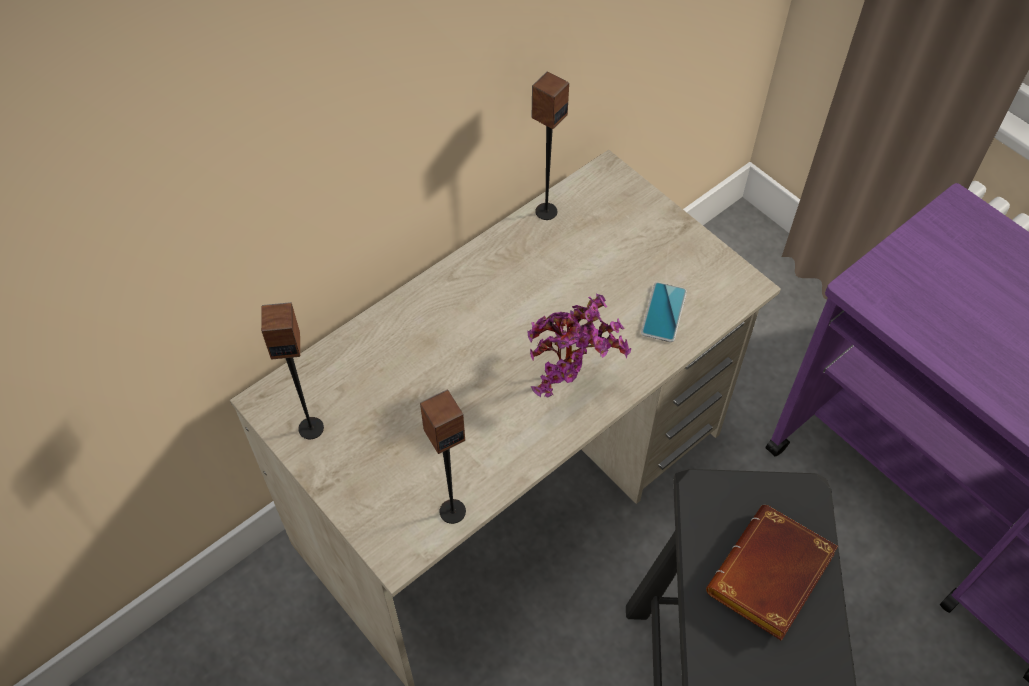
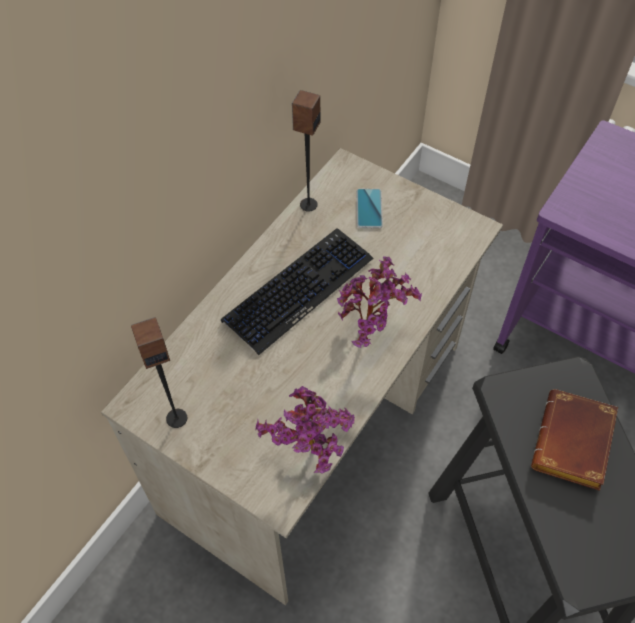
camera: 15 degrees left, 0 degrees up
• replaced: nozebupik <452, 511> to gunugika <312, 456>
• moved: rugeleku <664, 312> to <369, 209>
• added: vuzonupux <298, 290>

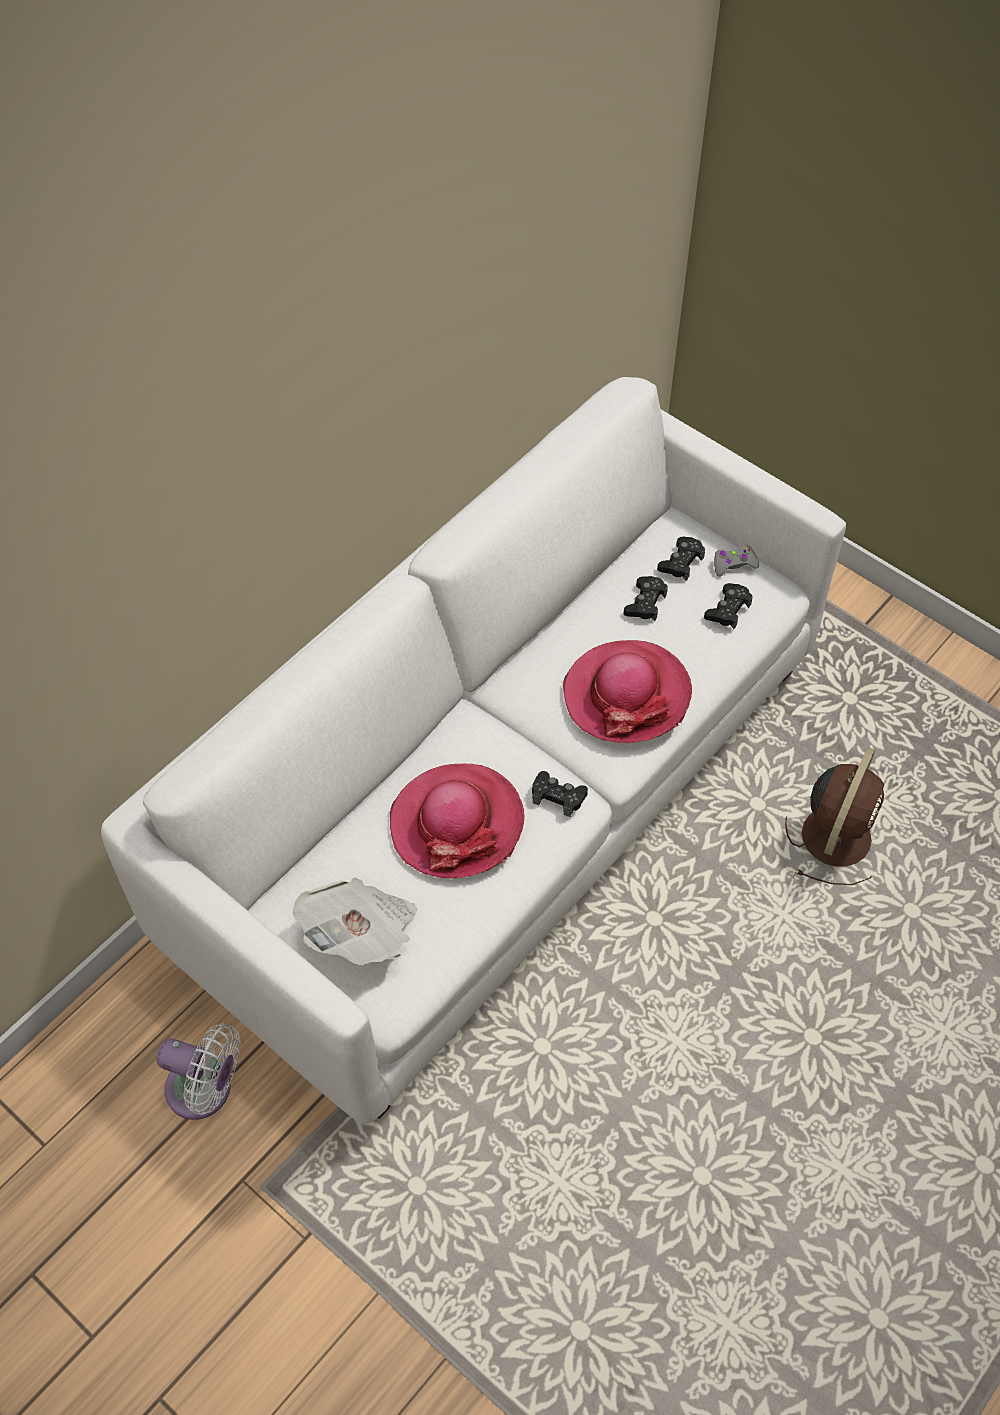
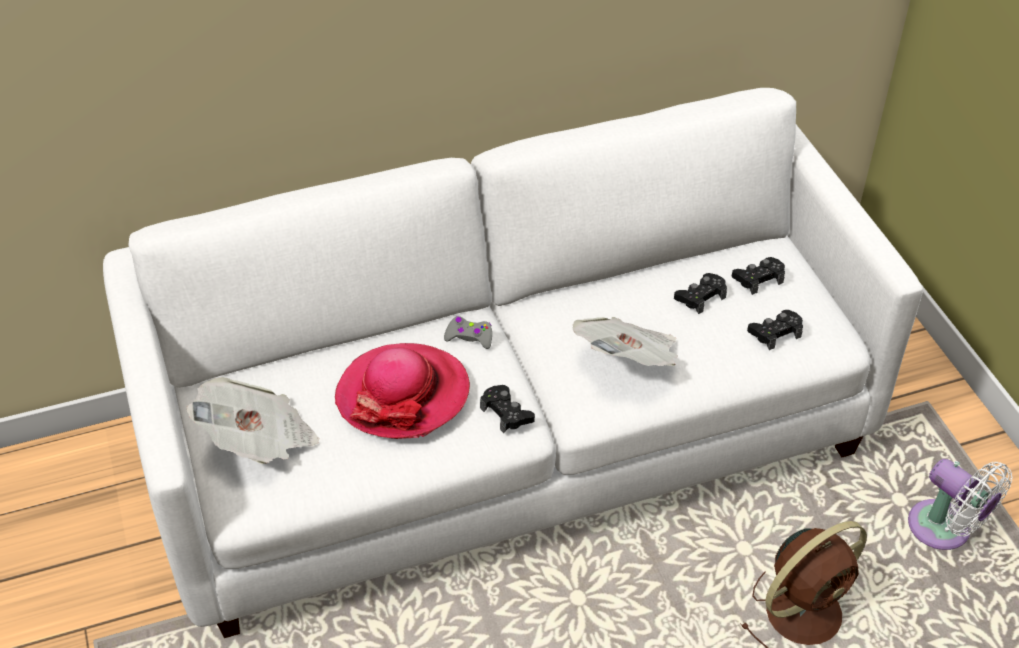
camera: 30 degrees right, 10 degrees down
• moved: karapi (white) <205, 1090> to <944, 530>
• replaced: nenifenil <627, 694> to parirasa <628, 360>
• moved: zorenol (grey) <733, 564> to <469, 337>

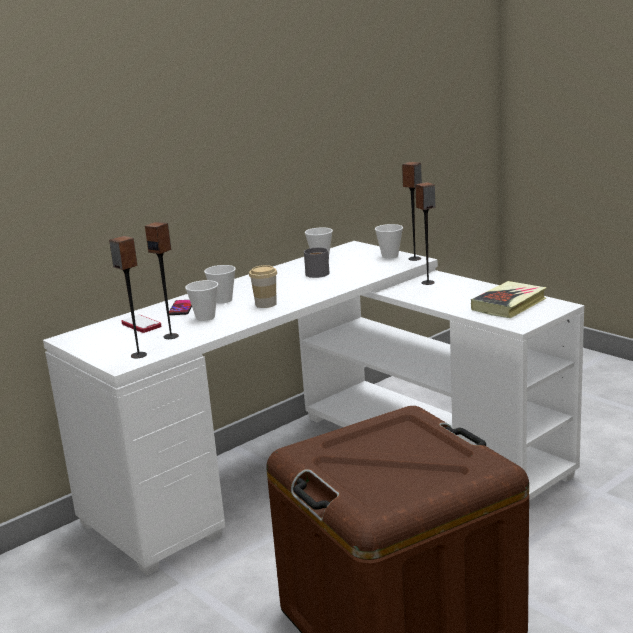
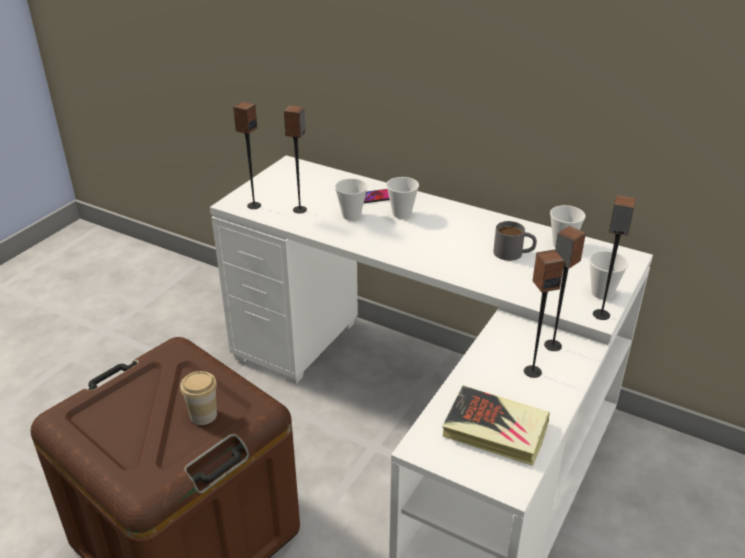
camera: 70 degrees right, 15 degrees up
• removed: rugeleku <141, 325>
• moved: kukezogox <266, 304> to <203, 415>
• added: nozebupik <532, 371>

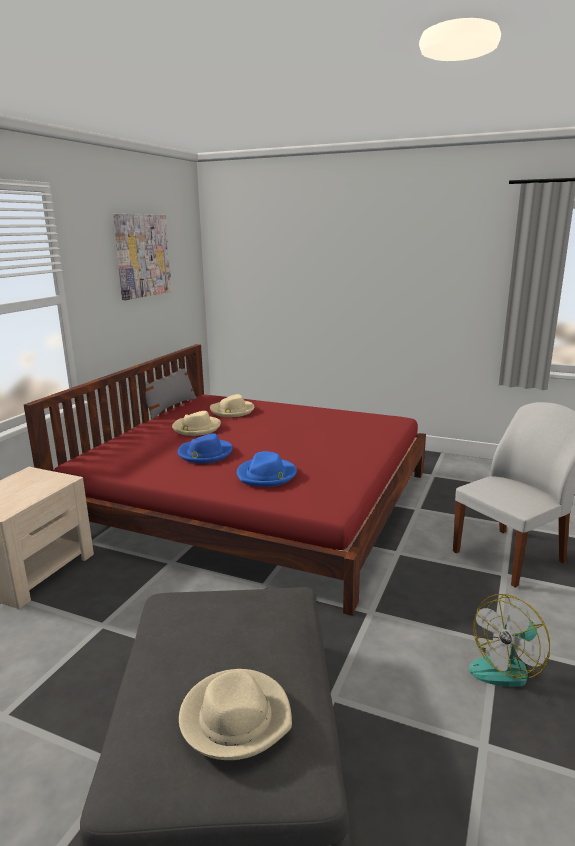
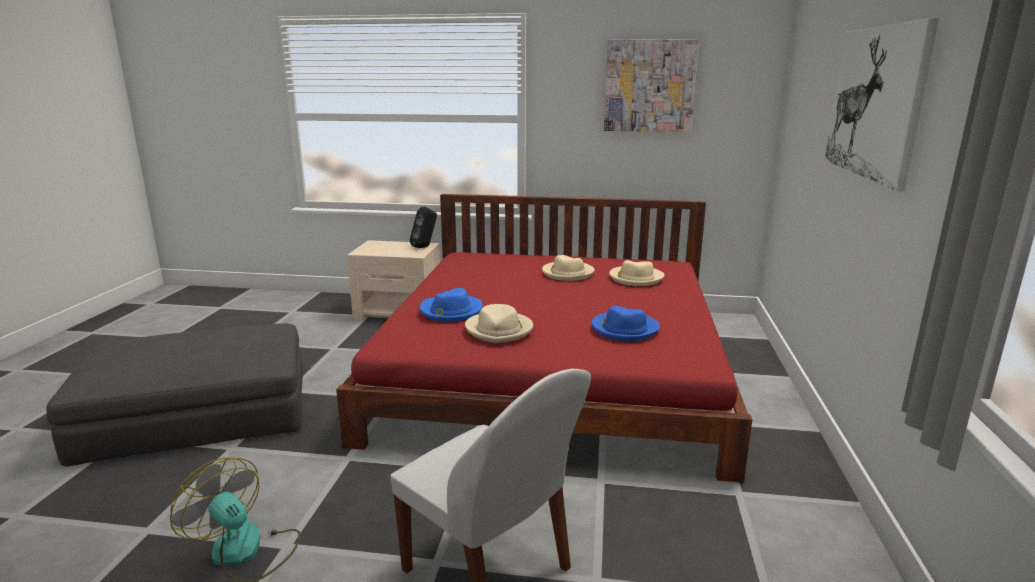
camera: 75 degrees right, 0 degrees up
• removed: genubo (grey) <170, 407>
• moved: nenifenil (blue) <205, 453> to <624, 329>
• moved: nenifenil (beige) <235, 717> to <499, 330>
• added: nozebupik (black) <425, 247>
• added: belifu <874, 102>

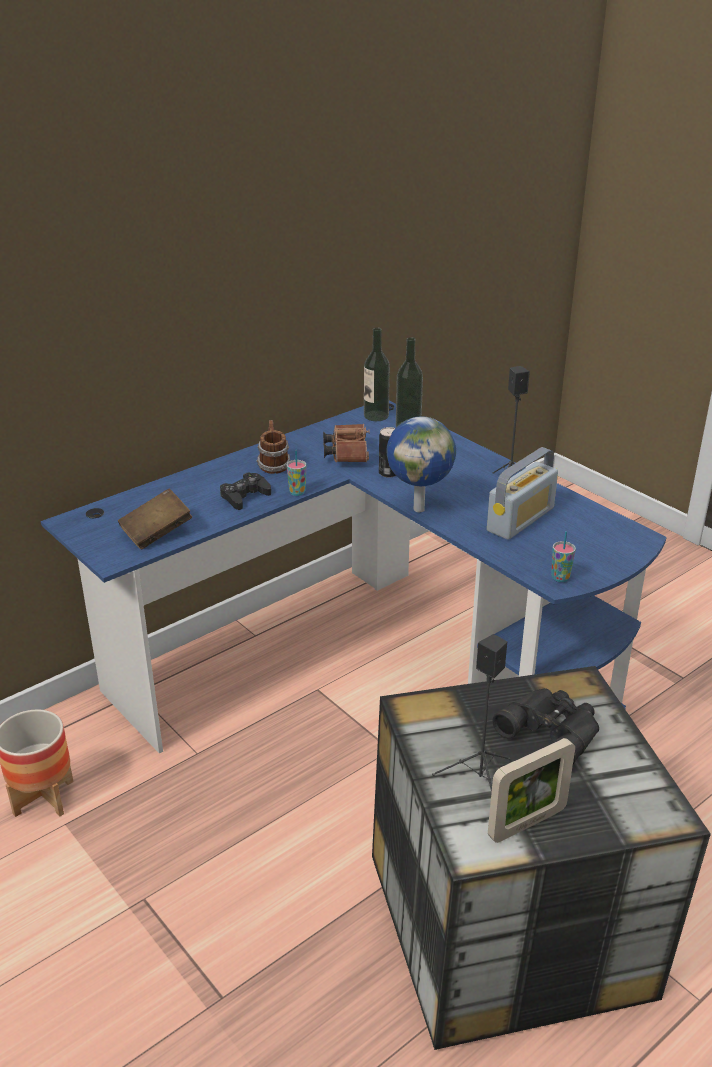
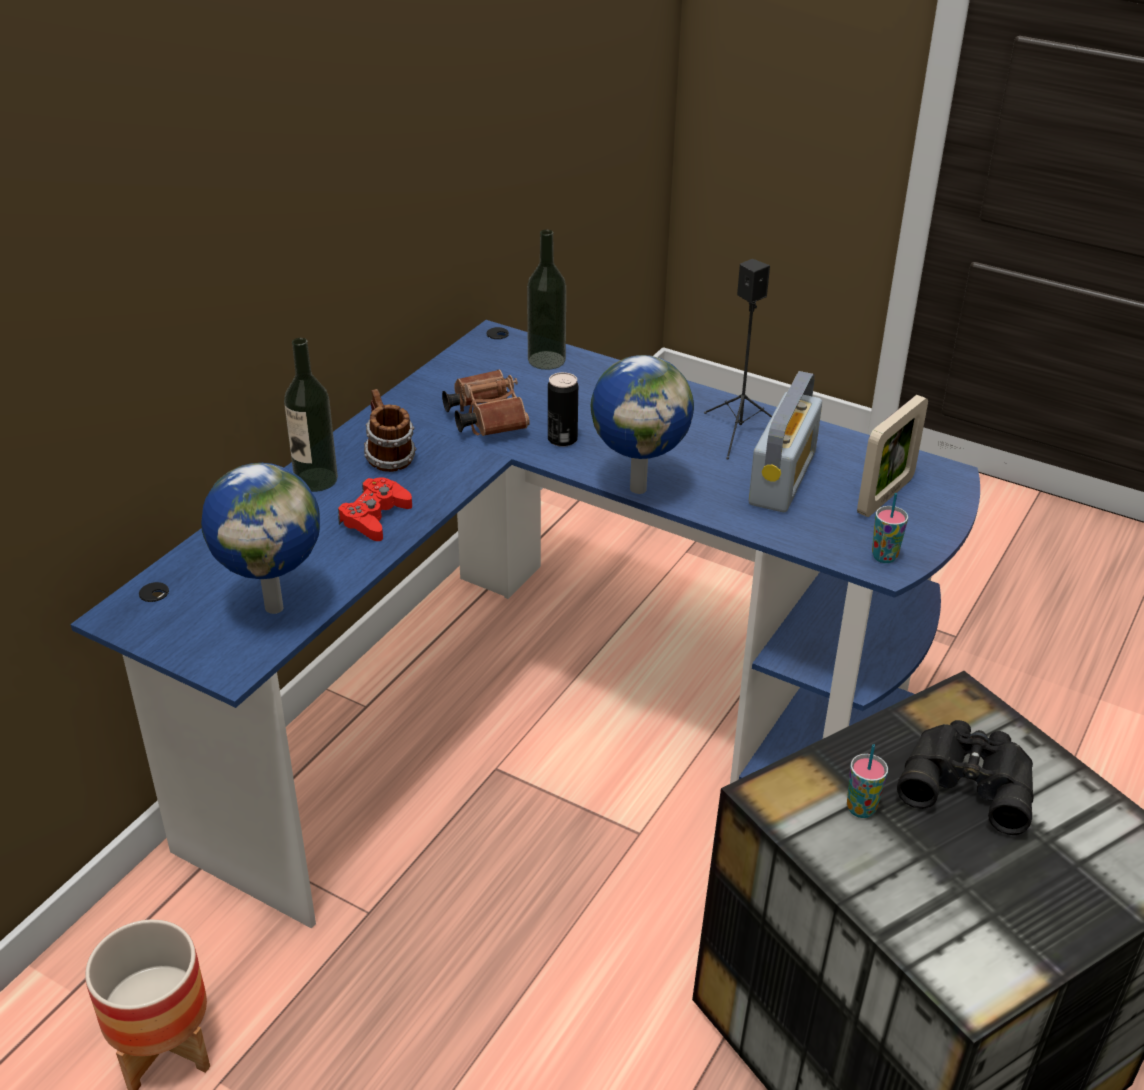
camera: 20 degrees left, 5 degrees up
• replaced: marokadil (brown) <156, 533> to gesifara <275, 606>
• recoloured: zorenol (black) <244, 496> to zorenol (red) <375, 517>
• moved: kukezogox <297, 492> to <861, 808>
• moved: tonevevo <376, 416> to <316, 479>
• removed: nozebupik (black) <480, 783>
• moved: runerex <527, 823> to <885, 496>

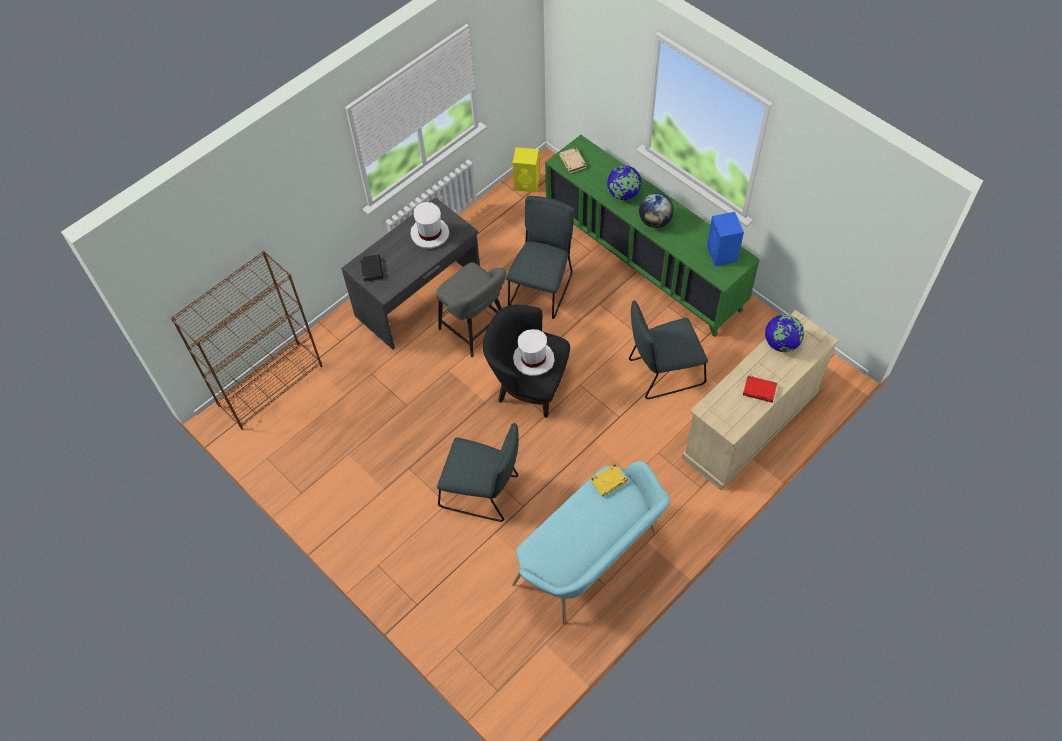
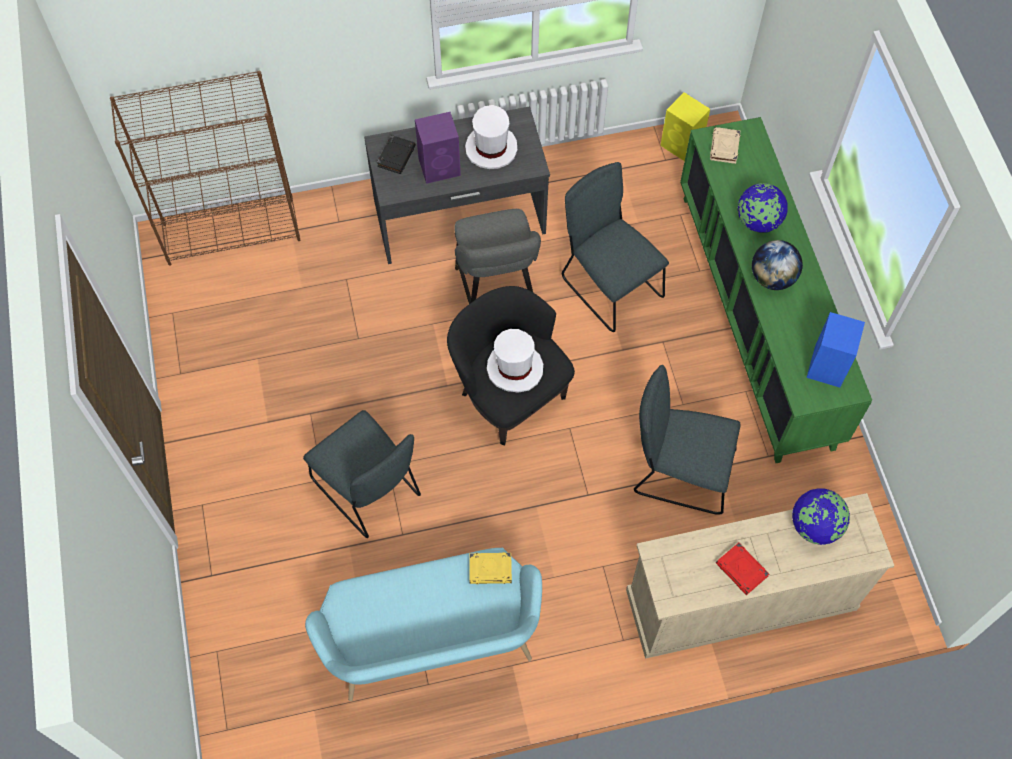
camera: 30 degrees right, 5 degrees up
• turned: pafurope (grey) <542, 288> = <608, 284> 90 degrees counterclockwise
• added: nozebupik (purple) <440, 167>

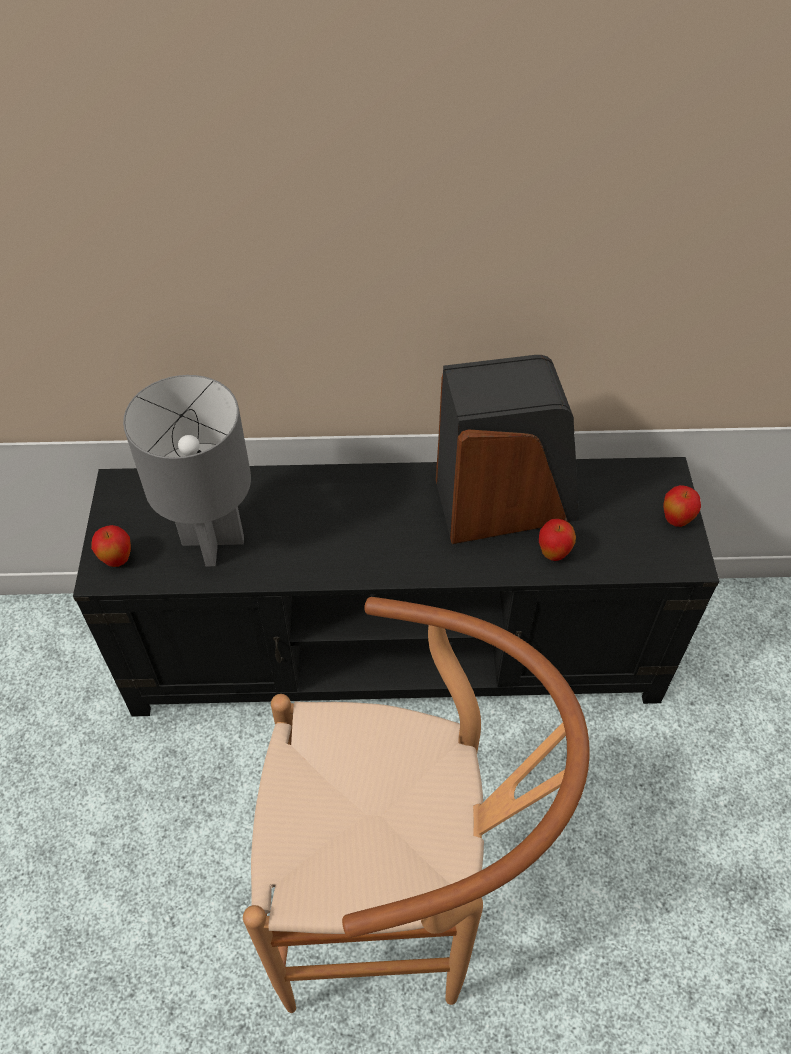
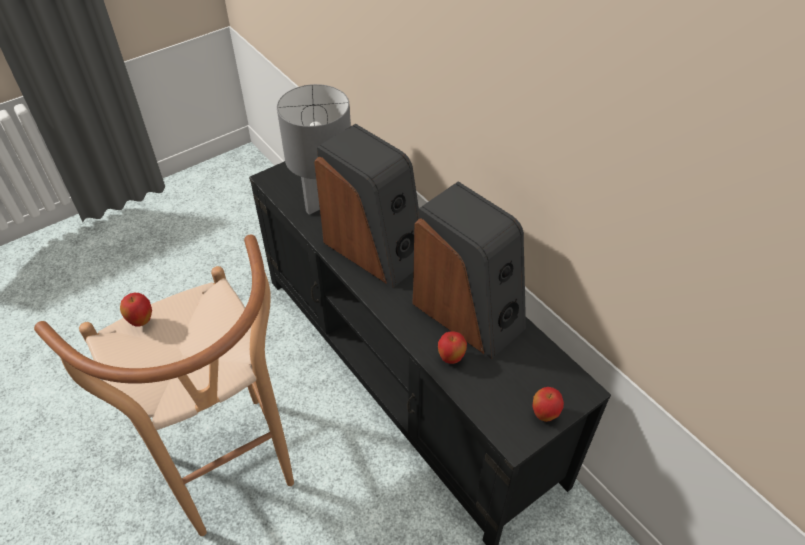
camera: 55 degrees right, 5 degrees down
• moved: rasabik <117, 560> to <141, 321>
• added: nozebupik <375, 249>

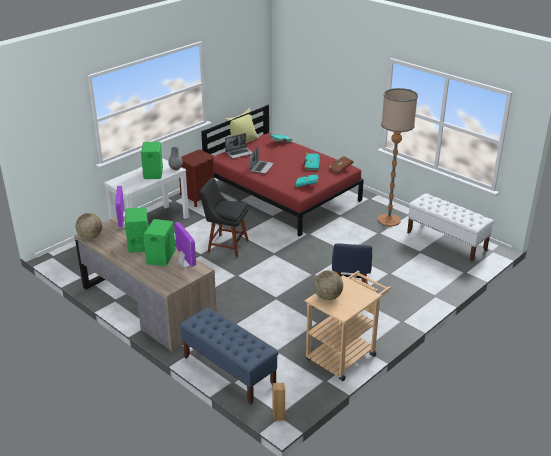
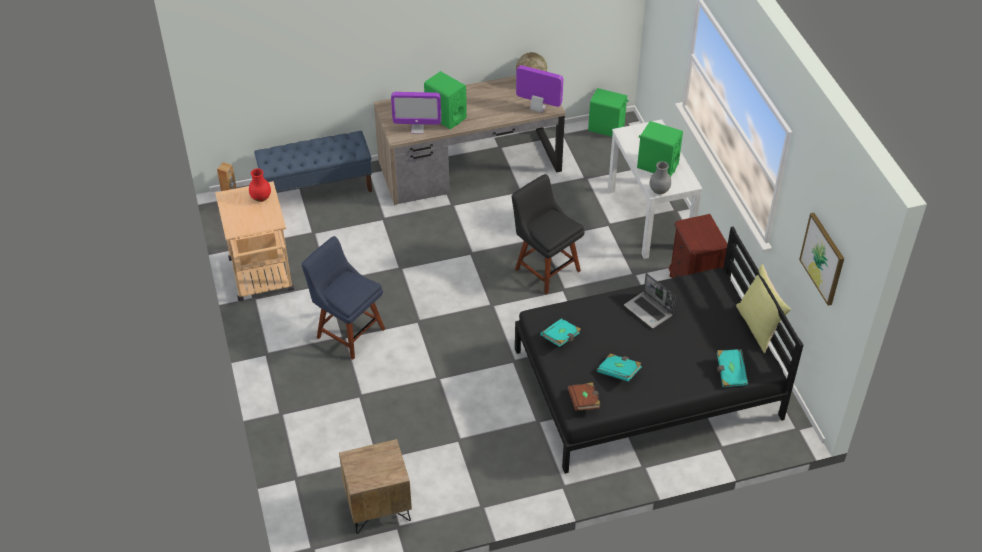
camera: 120 degrees right, 15 degrees up
• moved: nozebupik (green) <139, 244> to <606, 128>
• turned: pafurope (black) <226, 245> = <545, 268> 90 degrees counterclockwise
• recoloured: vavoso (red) <282, 194> to vavoso (black) <646, 383>
• removed: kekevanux <239, 153>
• replaced: gesifara <327, 297> to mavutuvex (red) <260, 198>
• removed: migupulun <389, 220>
• replaced: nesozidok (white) <446, 241> to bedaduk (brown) <378, 508>
• added: belifu <823, 258>

